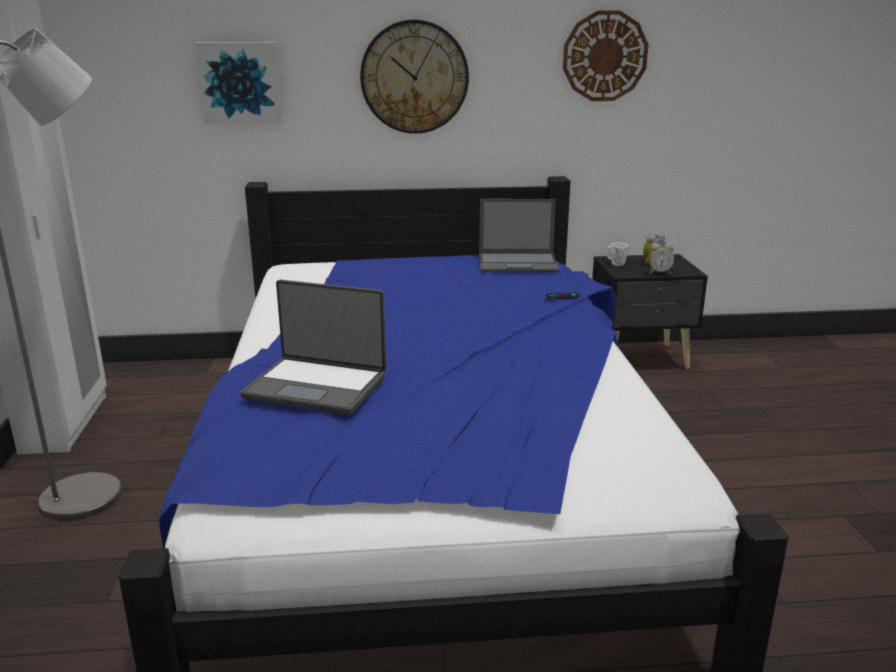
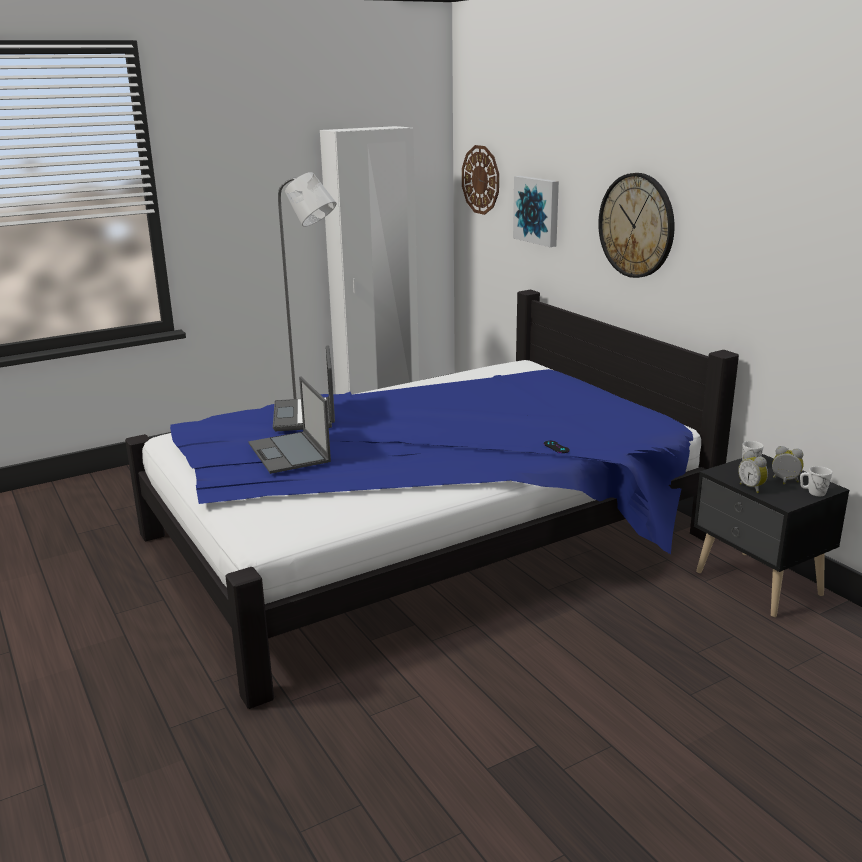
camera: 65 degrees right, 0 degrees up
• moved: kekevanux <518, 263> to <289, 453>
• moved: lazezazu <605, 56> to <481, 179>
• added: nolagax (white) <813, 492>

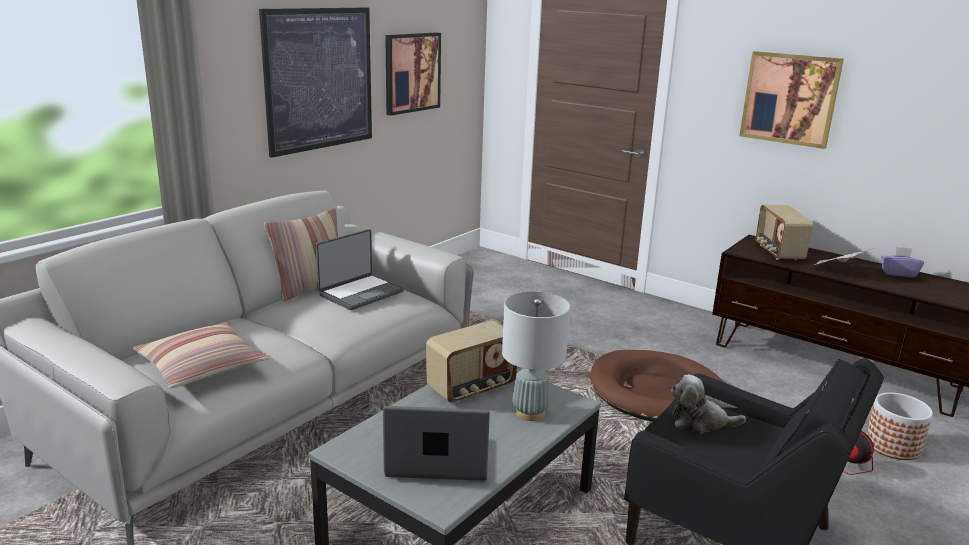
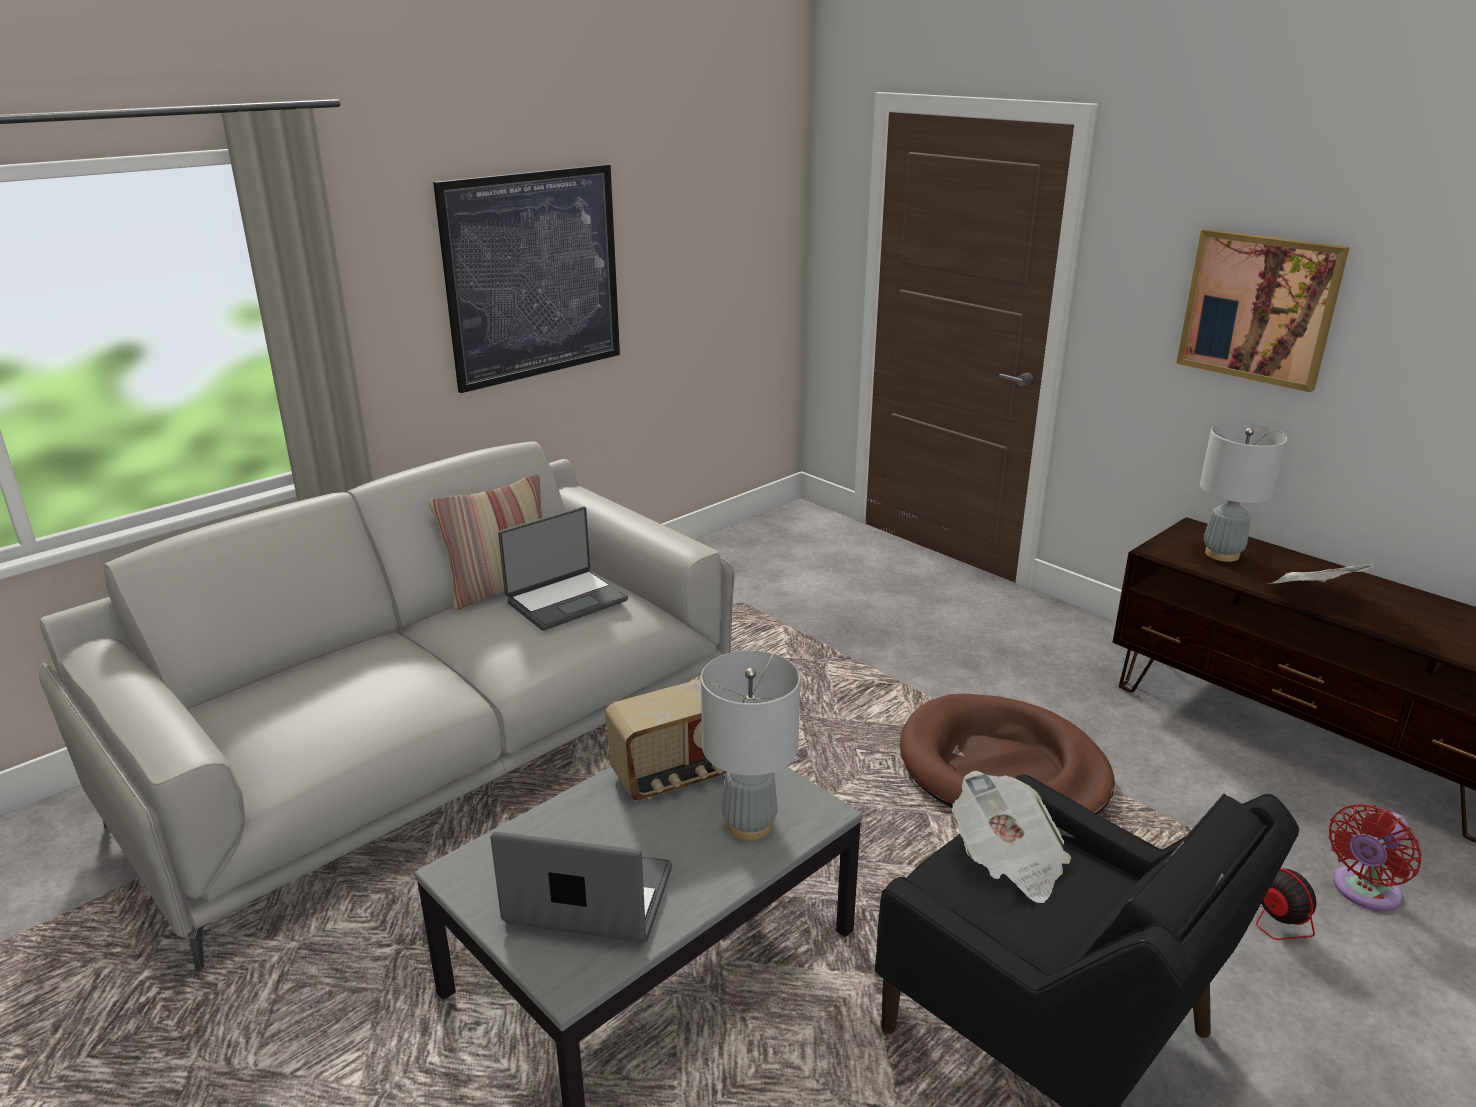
camera: 10 degrees right, 5 degrees up
• removed: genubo <202, 366>
• removed: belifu <412, 72>
• replaced: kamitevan <700, 422> to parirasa <1008, 860>
• replaced: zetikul <778, 252> to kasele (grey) <1222, 554>
• replaced: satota <893, 446> to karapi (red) <1363, 892>
• removed: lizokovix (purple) <898, 273>

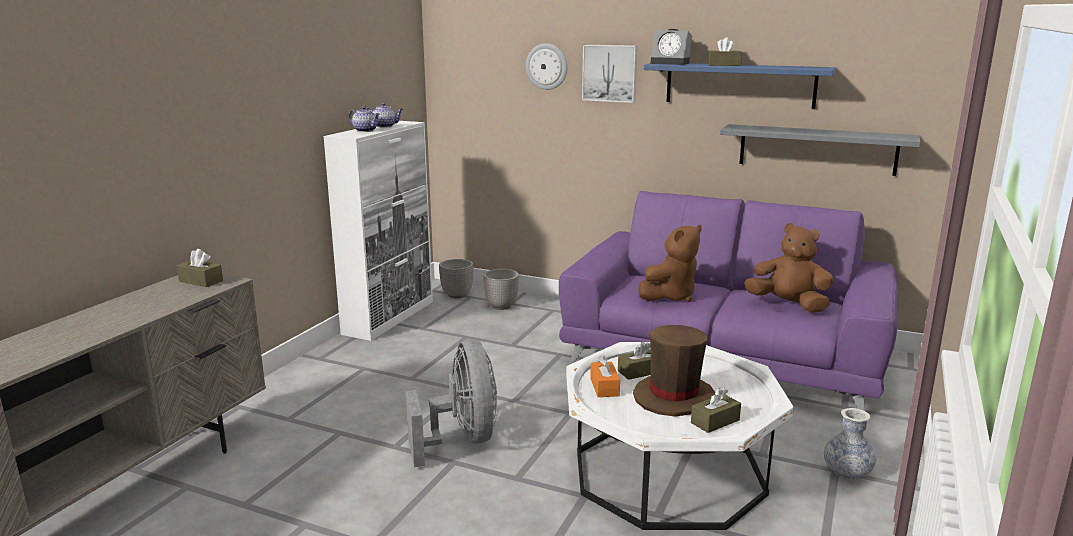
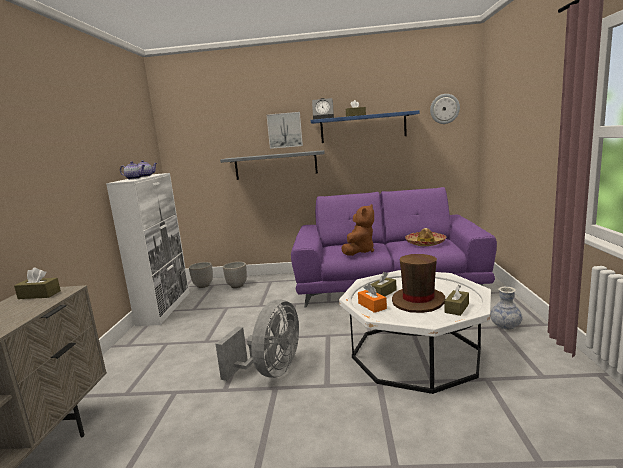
camera: 20 degrees left, 5 degrees down
• turned: karapi (grey) <462, 440> = <270, 371> 60 degrees clockwise
• moved: lazezazu <547, 66> to <444, 109>
• moved: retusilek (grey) <817, 149> to <275, 165>
• replaced: kamitevan (brown) <788, 305> to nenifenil <425, 243>

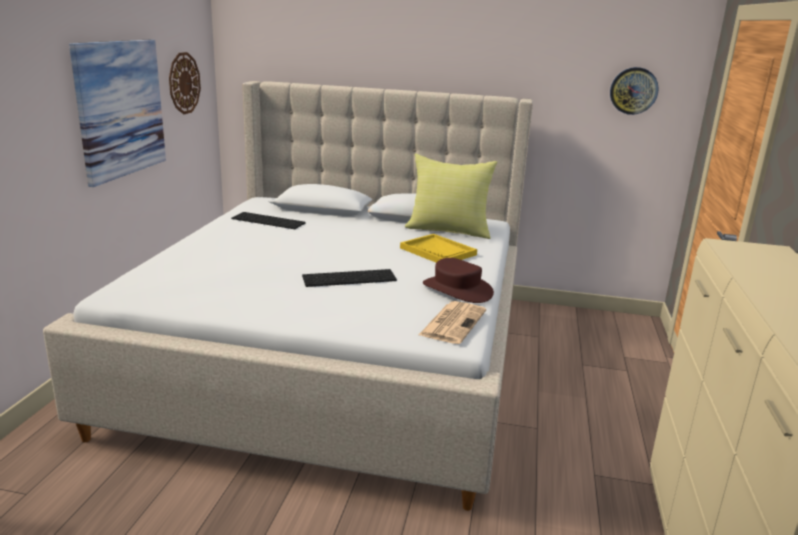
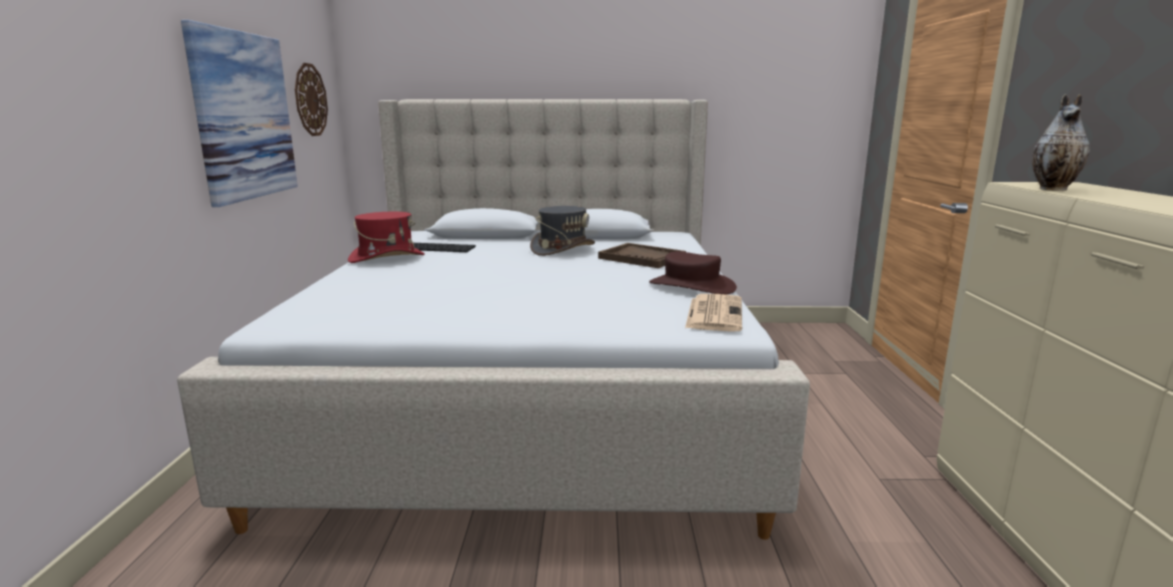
camera: 10 degrees left, 5 degrees down
• removed: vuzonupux <350, 278>
• recoloured: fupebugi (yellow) <438, 251> to fupebugi (brown) <642, 258>
• removed: genubo (yellow) <449, 230>
• removed: lazezazu <633, 91>
• added: nenifenil (red) <387, 258>
• added: nenifenil (grey) <562, 249>
• added: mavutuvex <1054, 189>

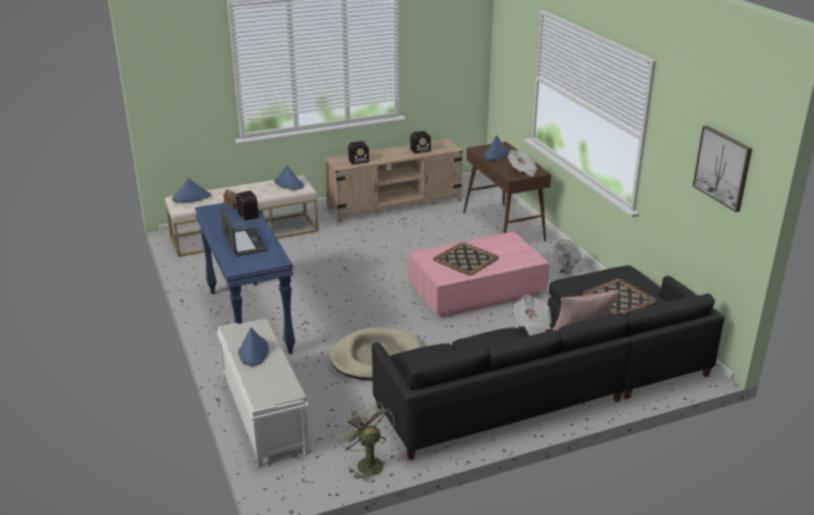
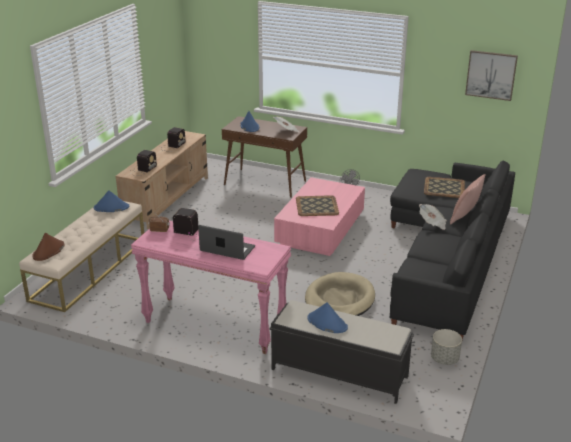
camera: 45 degrees left, 0 degrees up
• recoloured: nenifenil (blue) <191, 197> to nenifenil (brown) <48, 251>
• recoloured: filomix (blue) <248, 321> to filomix (pink) <214, 325>
• recoloured: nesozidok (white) <264, 413> to nesozidok (black) <338, 372>
• replaced: karapi (green) <366, 463> to satota (grey) <444, 359>

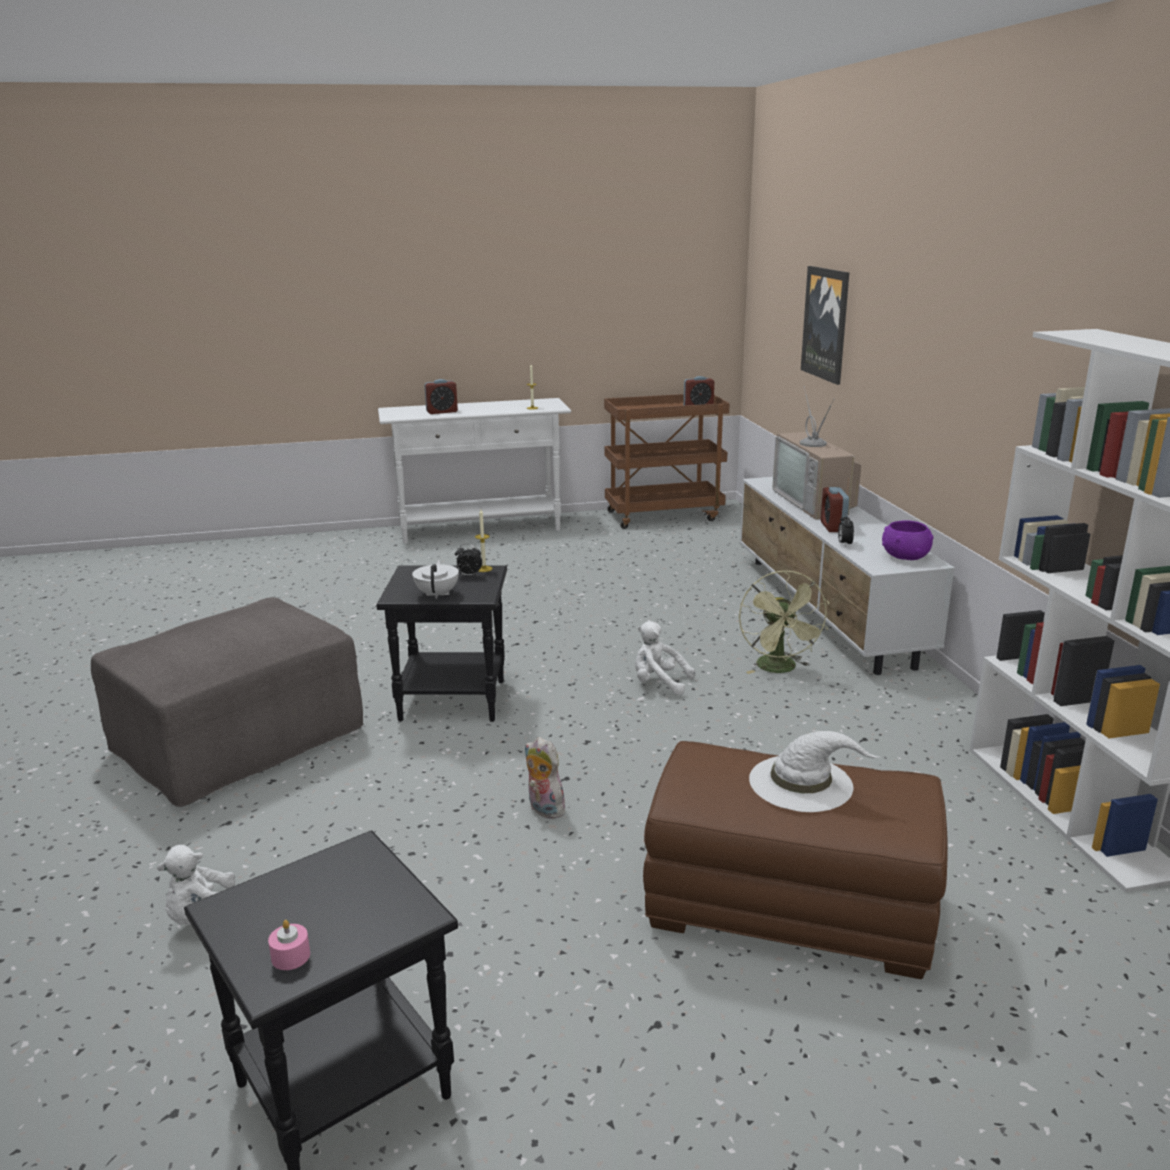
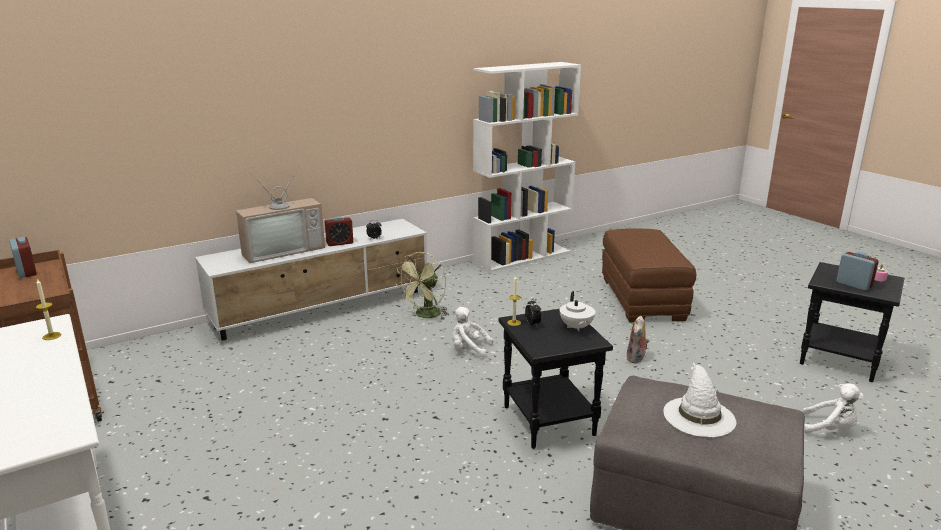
camera: 110 degrees left, 0 degrees up
• turned: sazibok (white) <437, 594> = <576, 327> 75 degrees counterclockwise
• moved: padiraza <442, 412> to <854, 284>
• turned: kamitevan (white) <659, 683> = <468, 349> 105 degrees clockwise
• turned: karapi (green) <780, 669> = <425, 316> 150 degrees clockwise
• moved: nenifenil (white) <802, 783> to <698, 415>
• removed: belifu <826, 324>
• removed: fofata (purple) <905, 556>

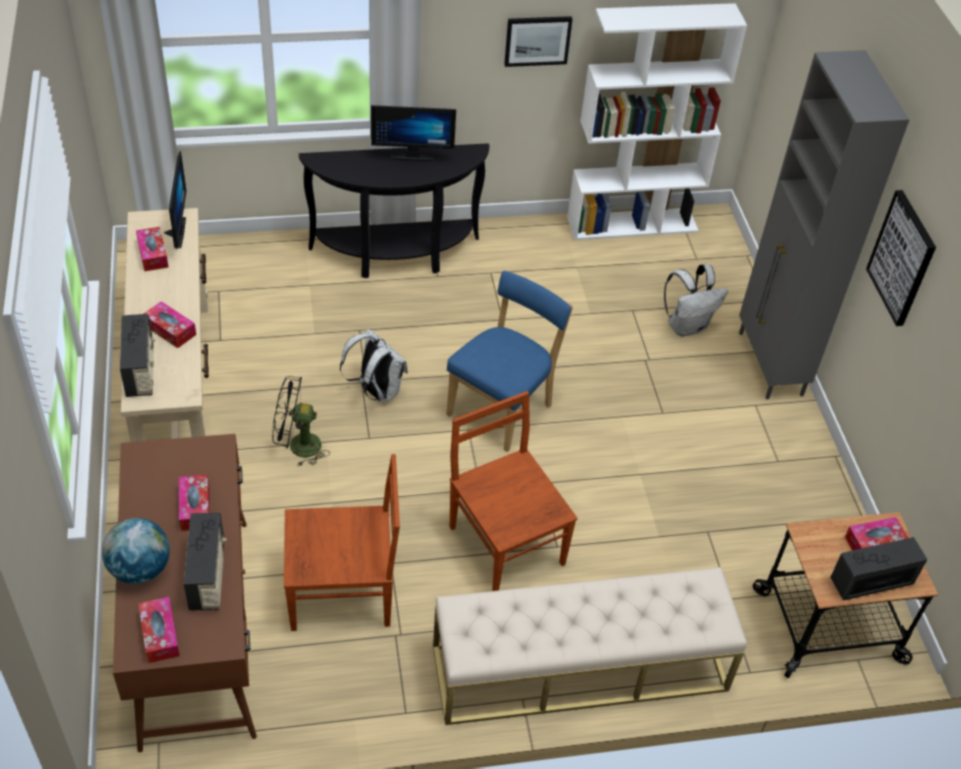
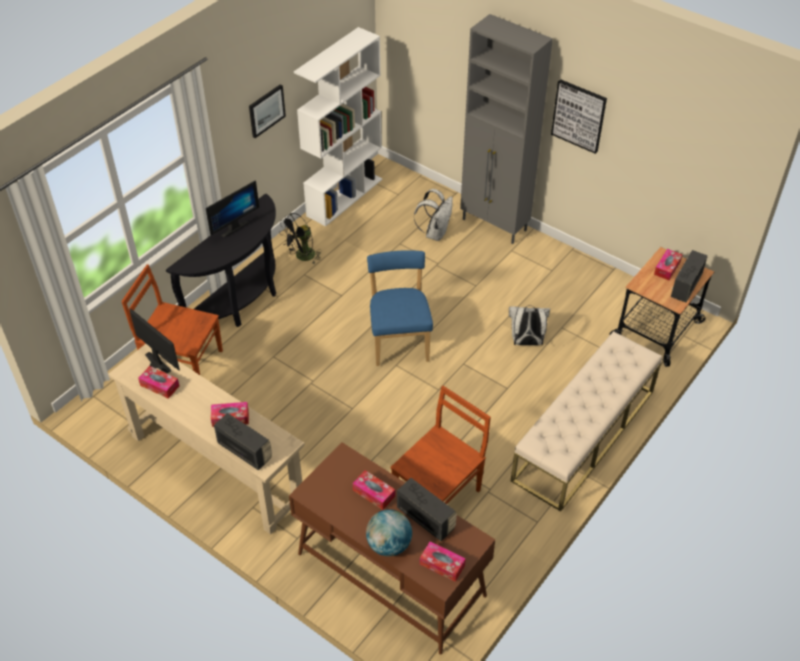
camera: 40 degrees left, 0 degrees up
• moved: karapi (black) <297, 446> to <302, 257>
• moved: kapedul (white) <376, 391> to <526, 342>
• moved: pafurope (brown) <505, 543> to <182, 361>

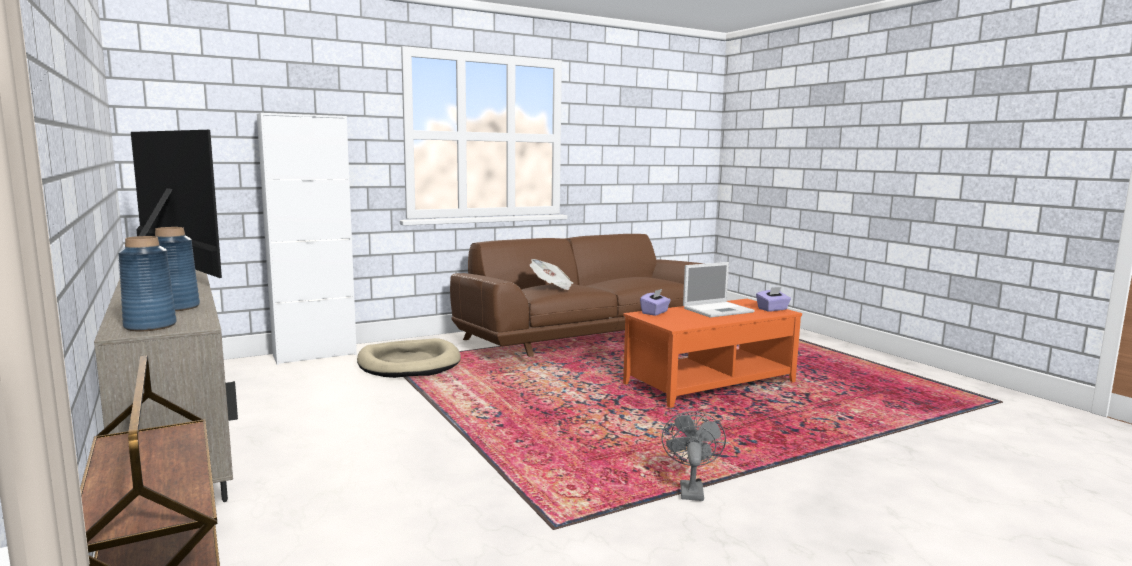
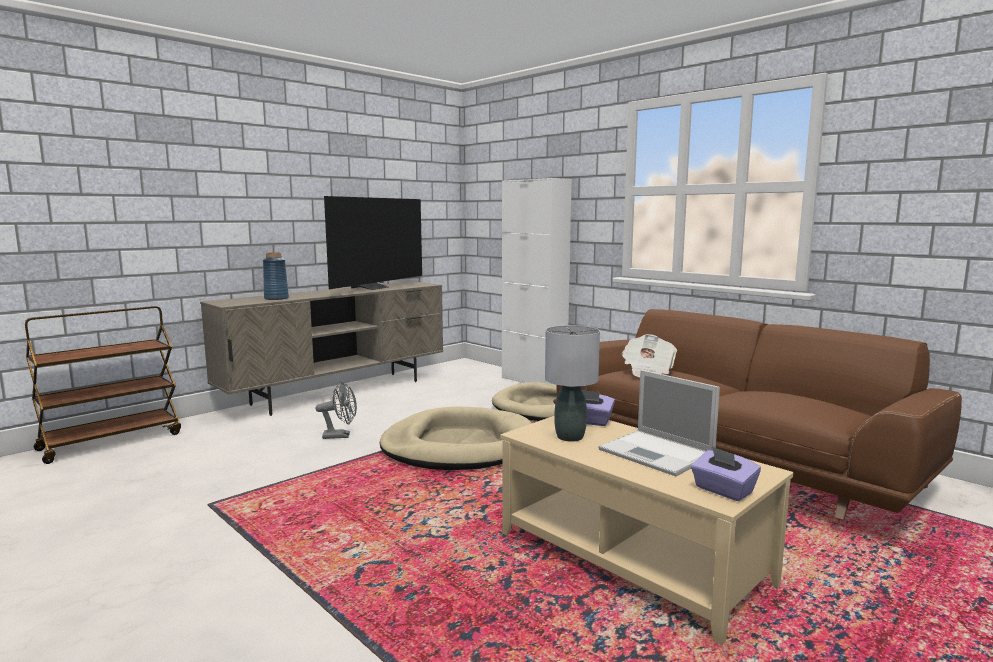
camera: 75 degrees right, 0 degrees up
• removed: mavutuvex (blue) <150, 326>
• recoloured: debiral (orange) <709, 383> to debiral (beige) <632, 557>
• moved: karapi (grey) <690, 489> to <341, 436>
• added: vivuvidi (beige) <458, 446>
• added: kasele (grey) <569, 437>

